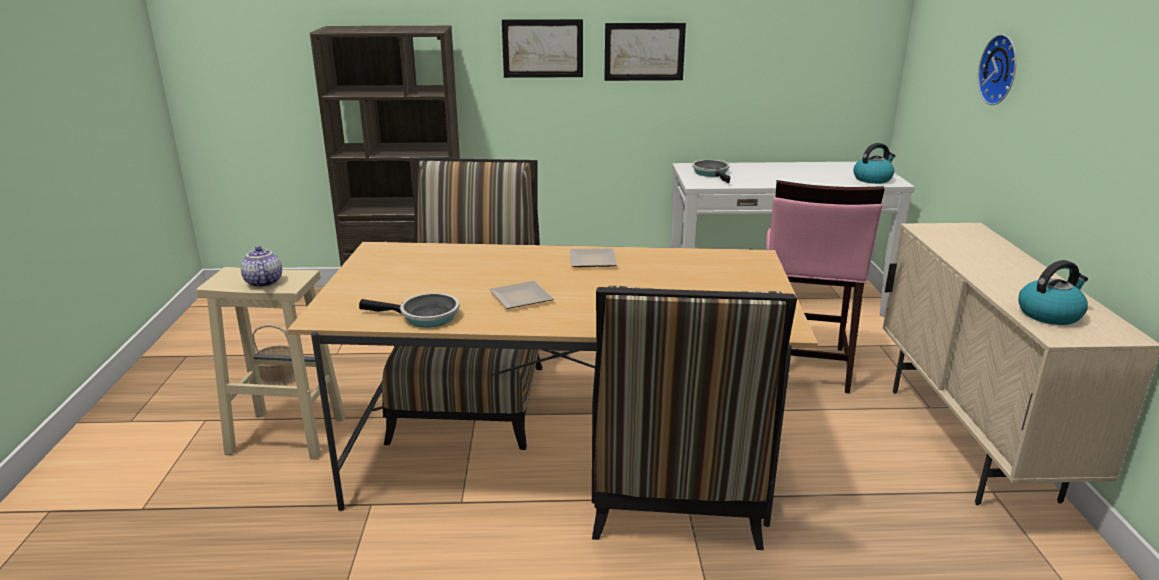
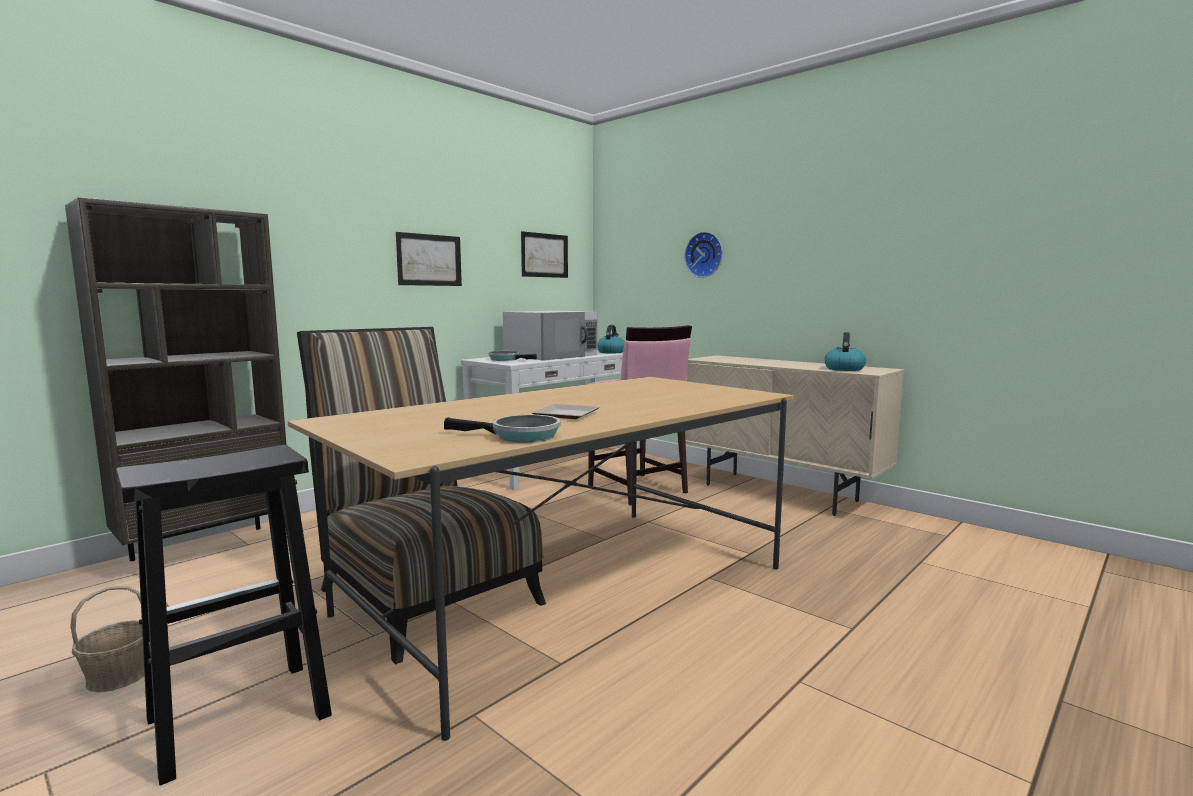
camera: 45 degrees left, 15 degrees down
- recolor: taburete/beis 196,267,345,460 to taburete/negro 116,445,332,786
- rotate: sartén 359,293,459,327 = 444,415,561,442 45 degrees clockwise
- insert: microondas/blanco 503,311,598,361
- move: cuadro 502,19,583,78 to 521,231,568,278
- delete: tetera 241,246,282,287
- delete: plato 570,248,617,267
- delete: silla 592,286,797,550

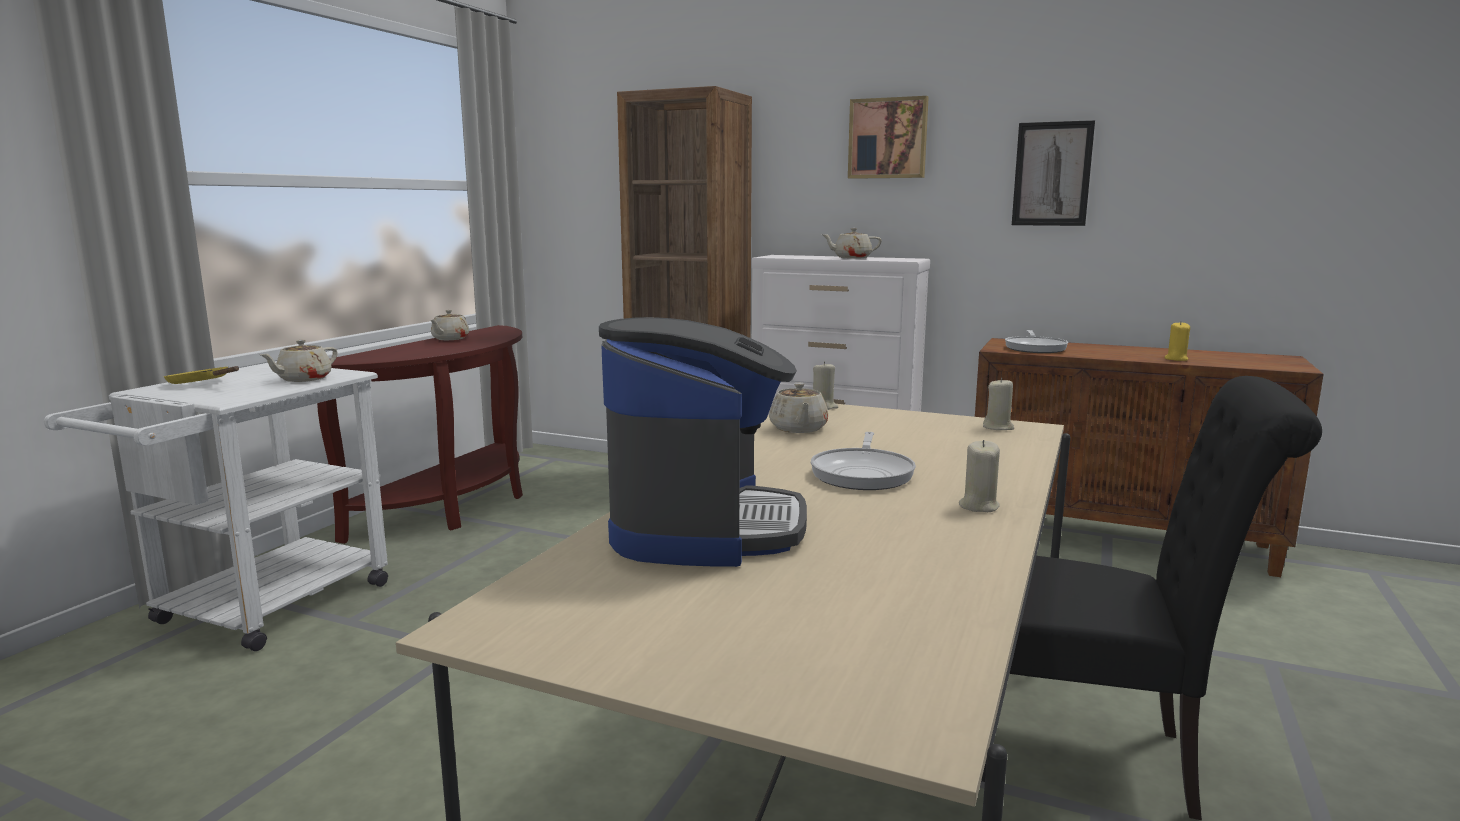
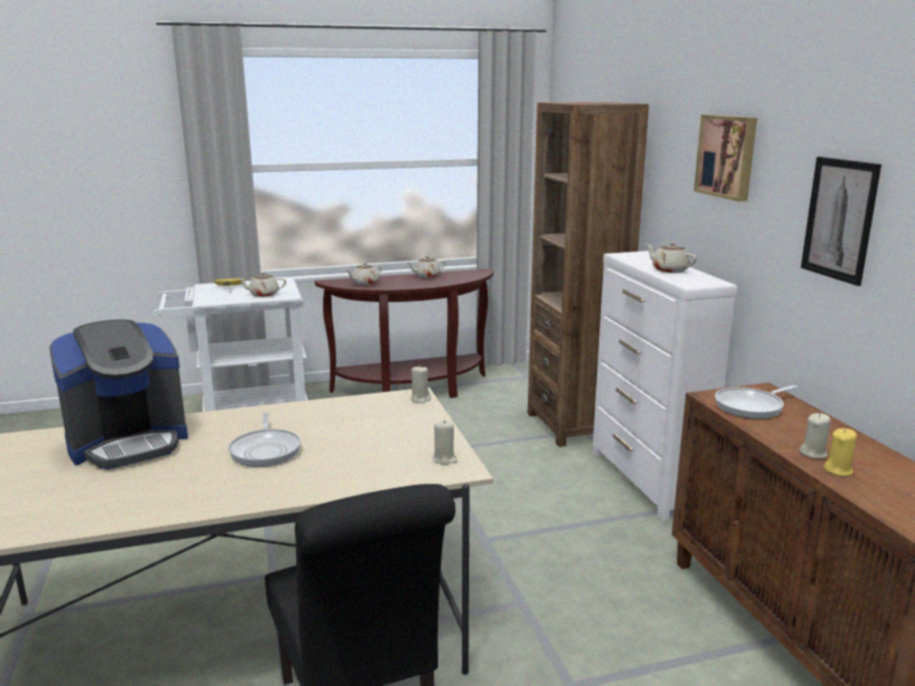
camera: 50 degrees right, 5 degrees up
- rotate: sartén 811,432,916,490 = 228,413,301,467 75 degrees counterclockwise
- move: tetera/beis 769,383,828,433 to 346,262,382,285
- move: vela/beis 959,440,1000,512 to 799,413,831,459

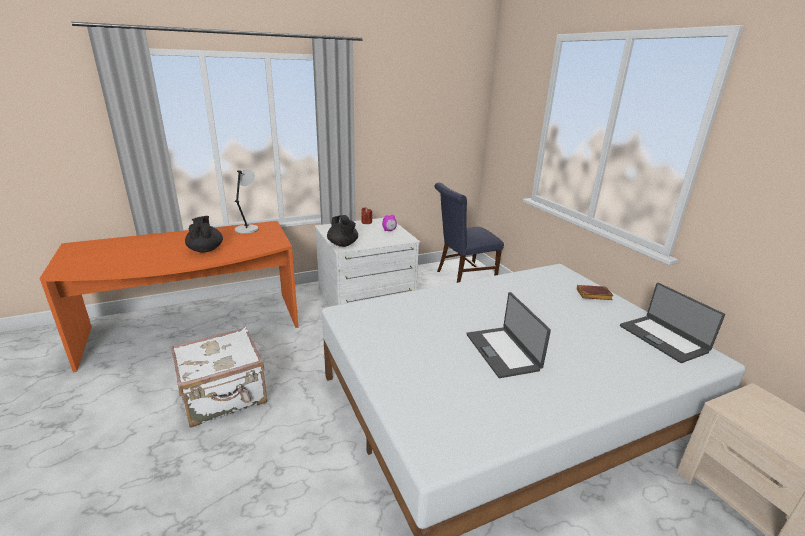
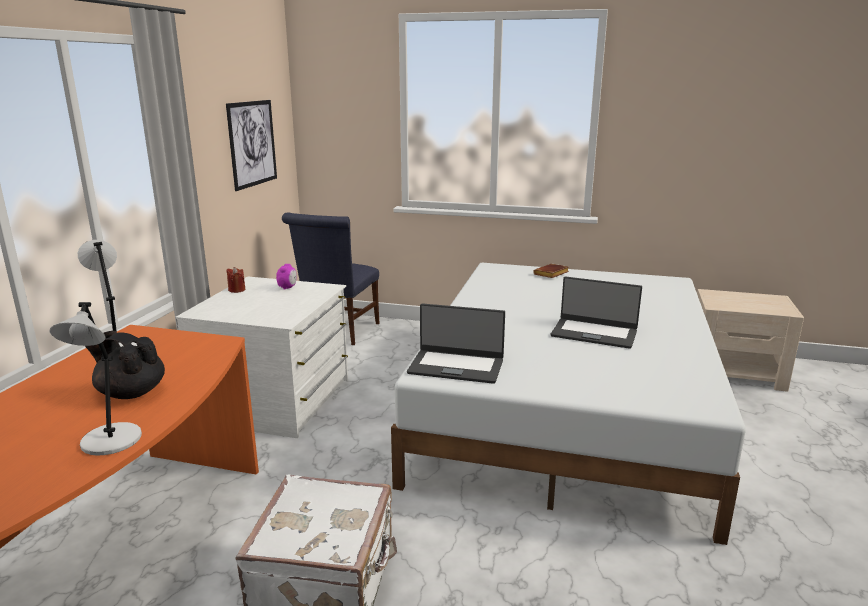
camera: 50 degrees left, 5 degrees down
- insert: lámpara de mesa/gris 49,302,142,456
- insert: cuadro 226,100,277,191
- move: portátil 620,283,725,363 to 407,303,505,384
- delete: tetera/negro 327,215,358,247

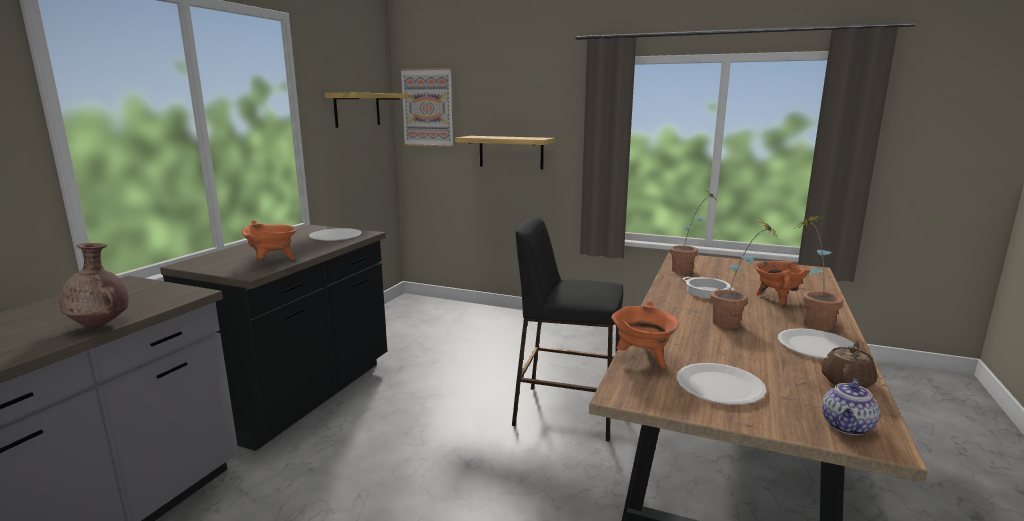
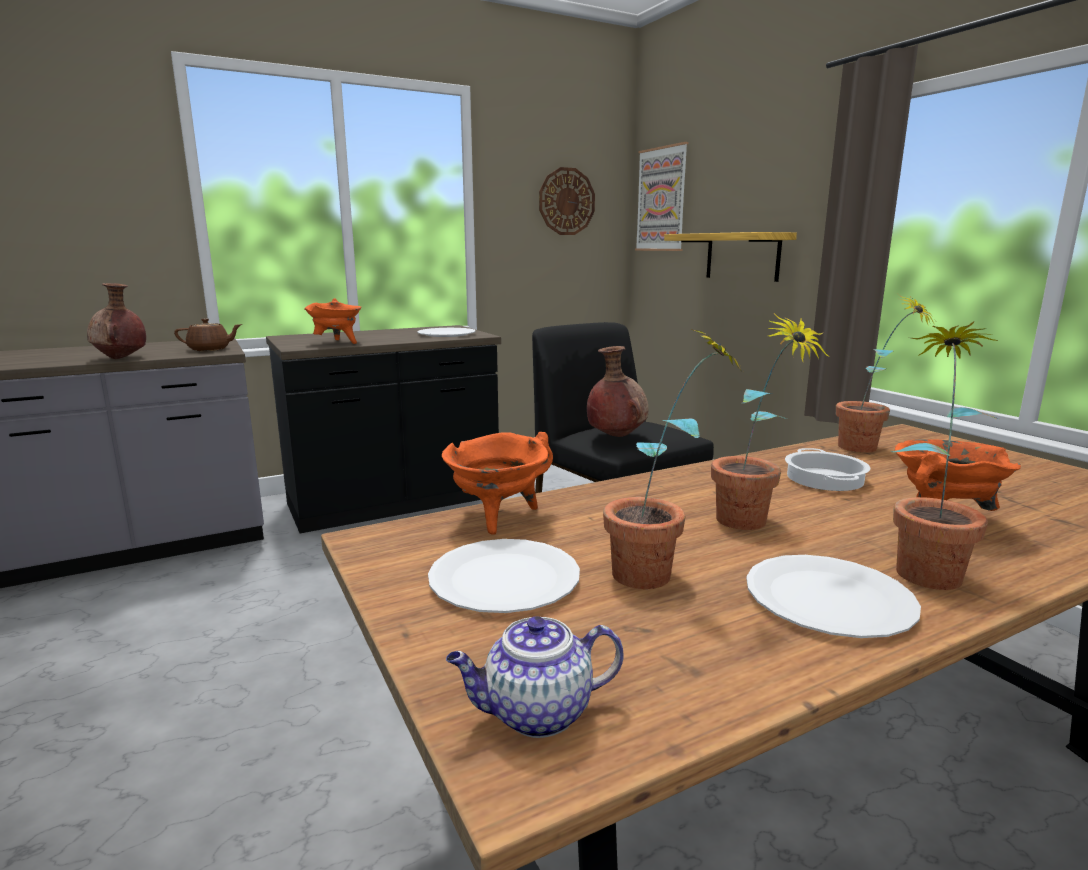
camera: 40 degrees right, 0 degrees up
- move: tetera/marrón 822,341,877,388 to 174,318,242,351
- replace: estante 325,93,412,128 to reloj de pared 539,167,595,235
- insert: florero/marrón 587,346,649,437
- insert: planta en maceta 603,330,746,589

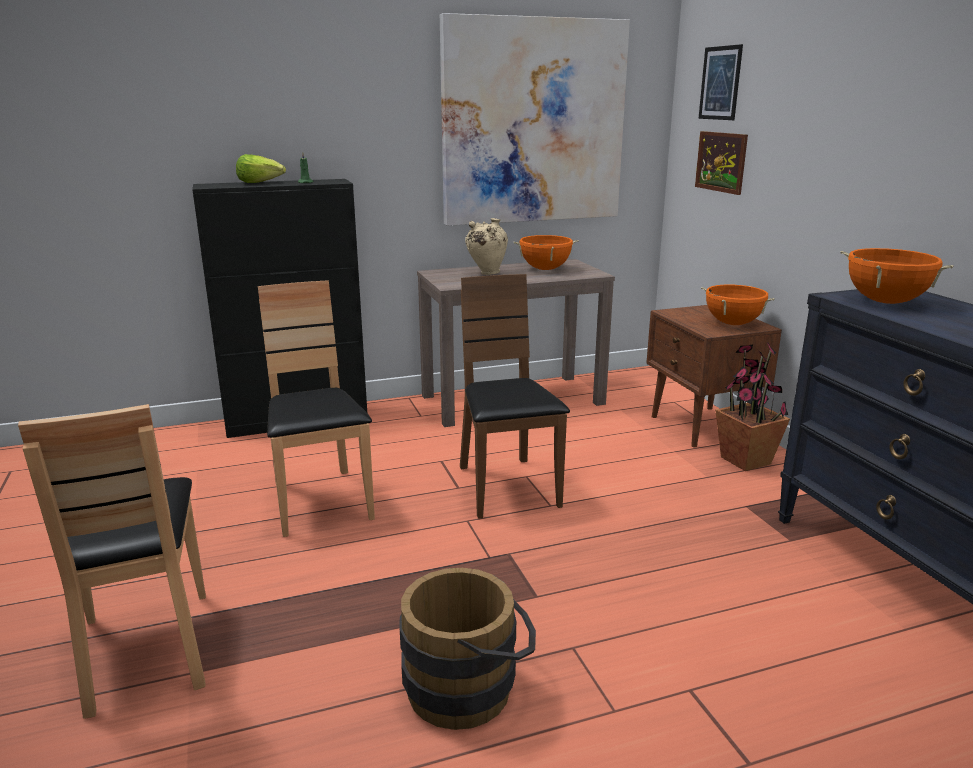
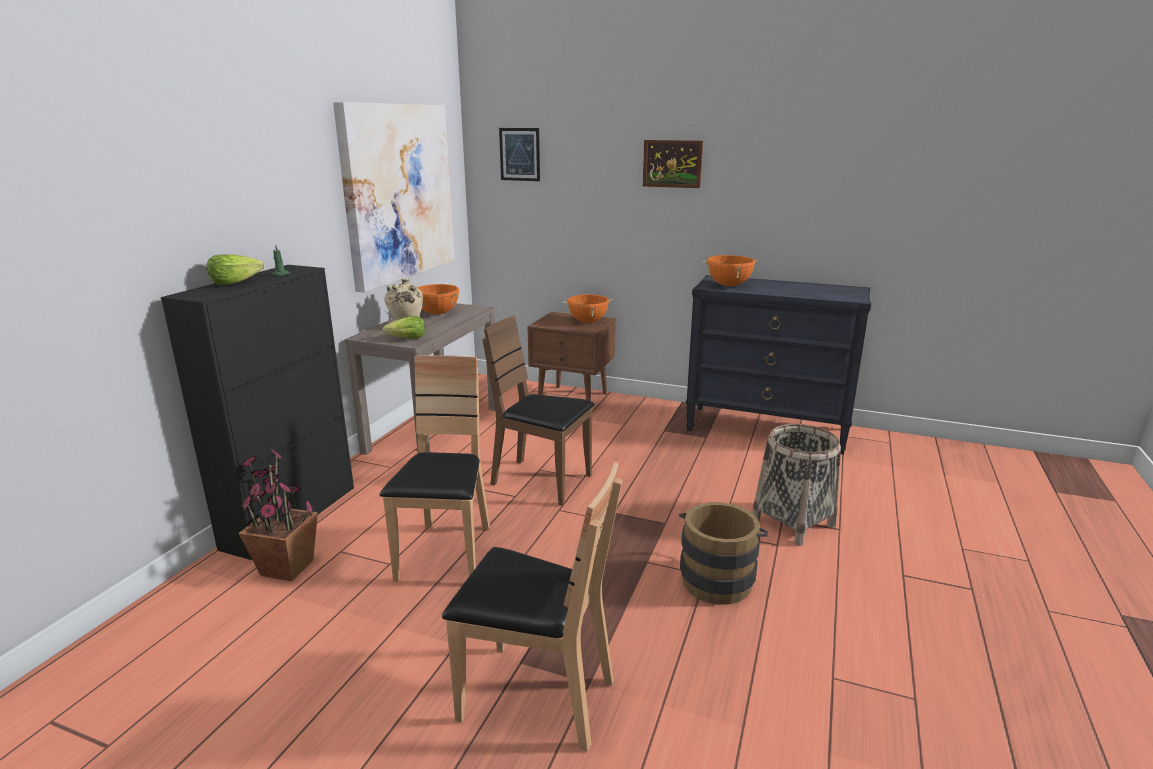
camera: 50 degrees left, 0 degrees up
- move: planta en maceta 715,343,790,471 to 238,448,318,581
- rotate: silla/marrón 258,280,375,537 = 380,355,490,582 75 degrees clockwise
- insert: lechuga 383,316,425,339
- move: cuadro 695,131,748,195 to 643,140,703,188
- insert: cesta 752,424,841,546

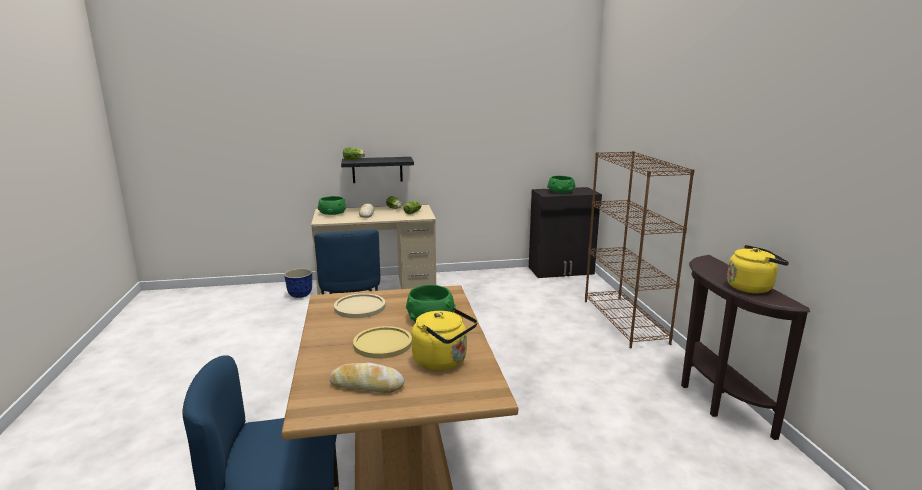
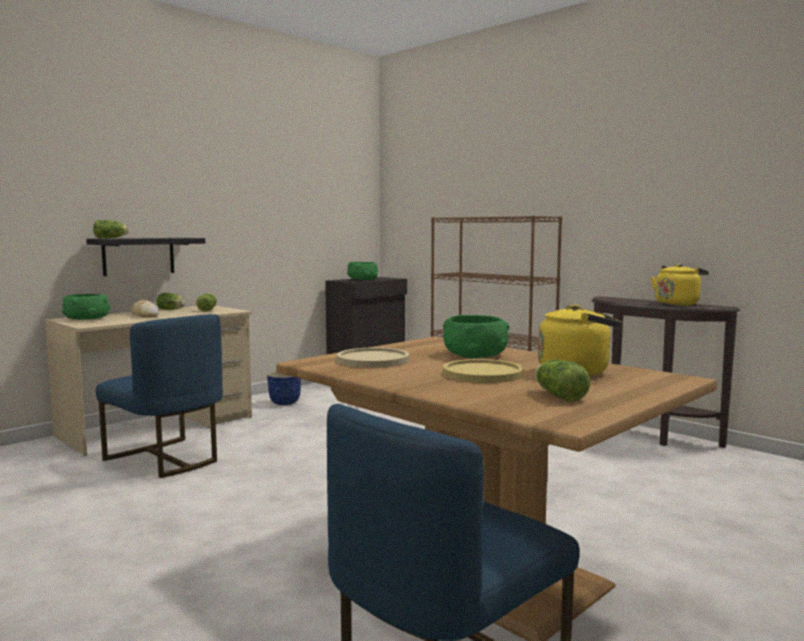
camera: 35 degrees left, 10 degrees down
- move: maceta 284,268,312,298 to 267,371,301,405
- replace: pan 329,363,404,393 to lechuga 535,359,590,402

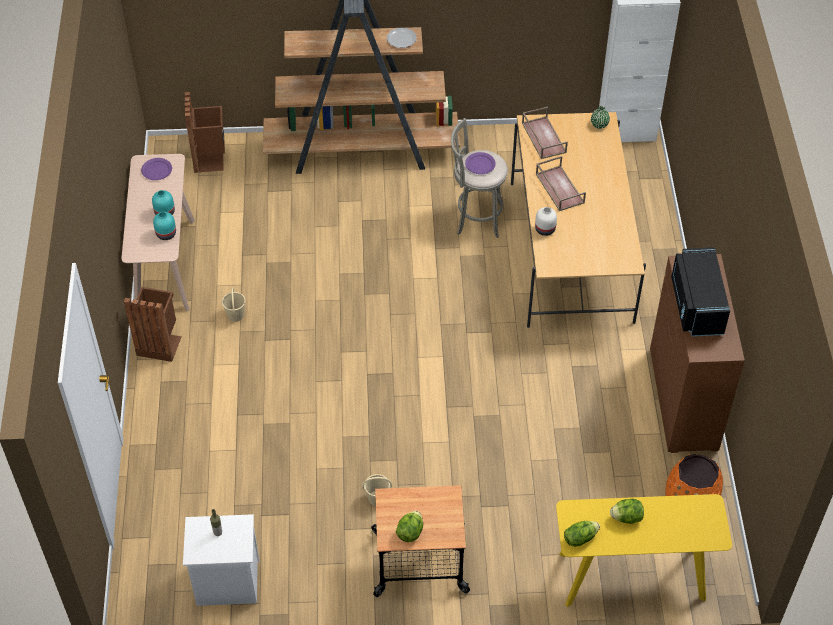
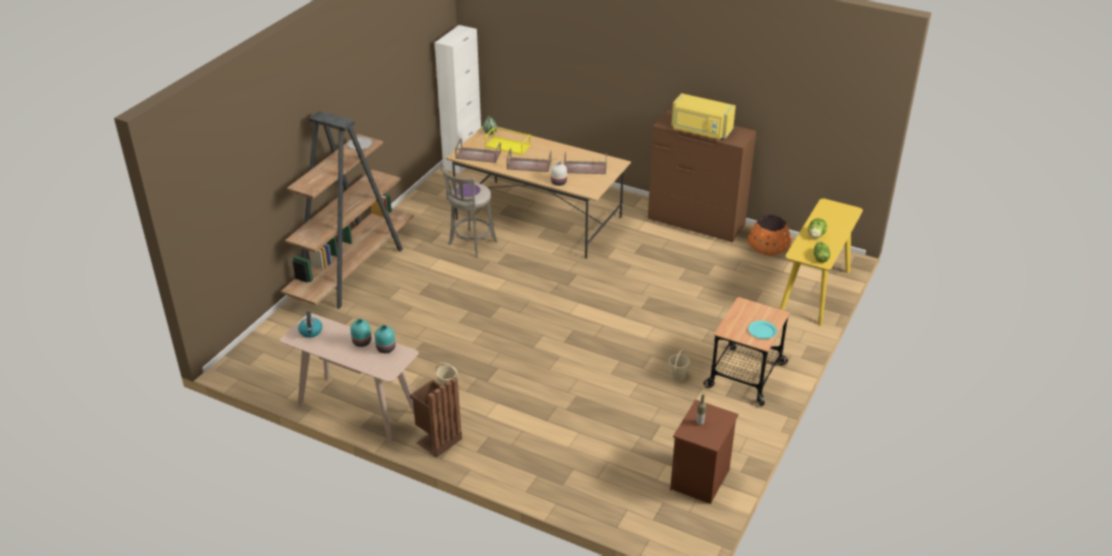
camera: 60 degrees left, 15 degrees down
- replace: plato/morado 141,158,172,180 to hervidor 298,312,323,338
- insert: bandeja/amarillo 485,127,531,155
- insert: bandeja/marrón 564,152,607,174
- recolor: mesita de noche/blanco 183,514,259,606 to mesita de noche/marrón 670,399,739,504
- recolor: microondas/negro 671,247,730,337 to microondas/amarillo 671,93,736,140
- replace: lechuga 396,511,423,542 to plato/turquesa 748,321,777,339
- delete: papelera/marrón 185,92,225,173

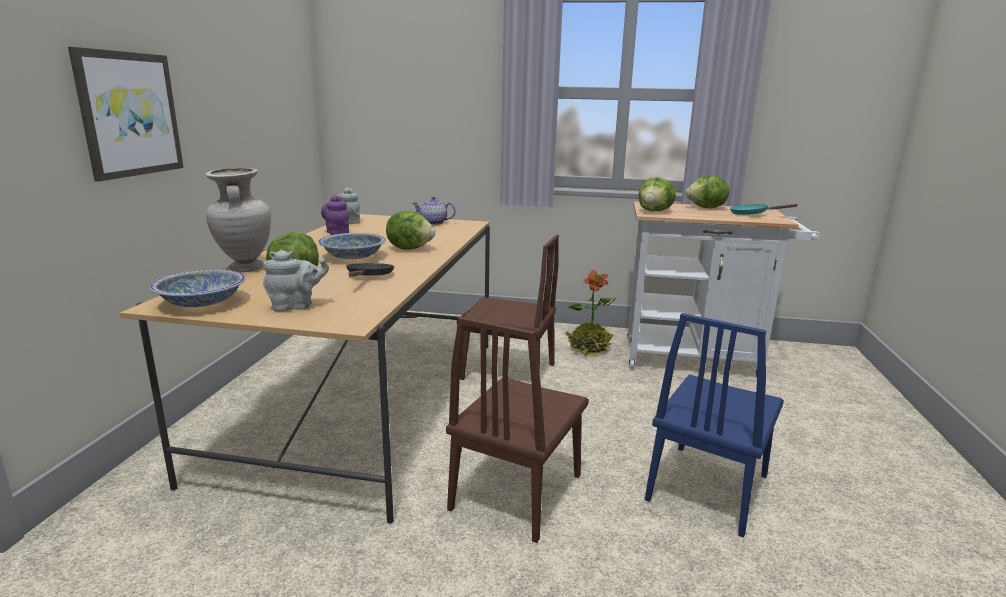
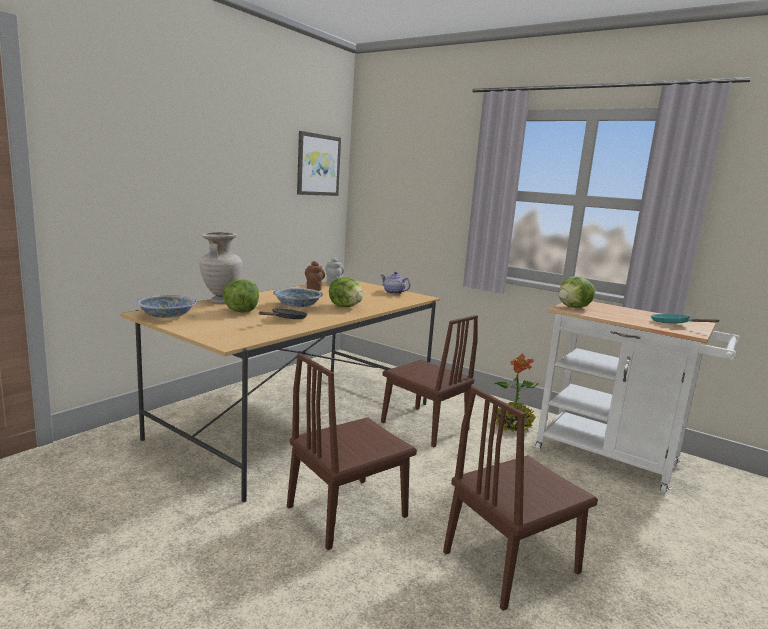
camera: 25 degrees right, 5 degrees down
- move: cuadro 68,47,184,181 to 297,131,341,196
- recolor: tetera/morado 321,195,349,235 to tetera/marrón 305,261,325,291
- recolor: silla/azul 645,313,784,537 to silla/marrón 443,386,598,611
- delete: tetera/gris 263,250,329,312
- delete: lechuga 686,176,729,208

